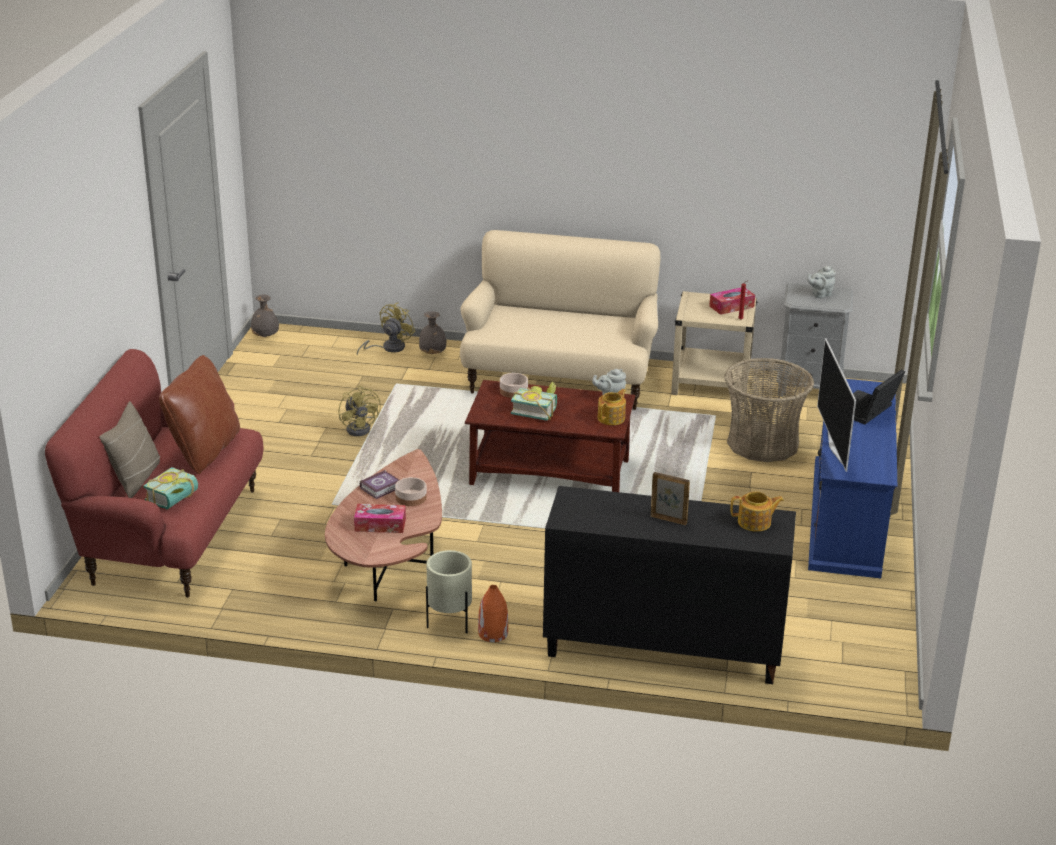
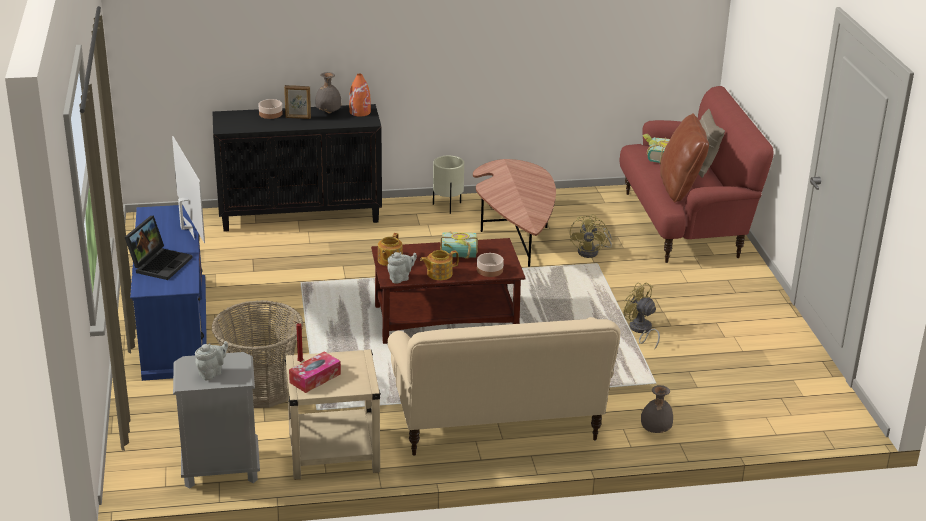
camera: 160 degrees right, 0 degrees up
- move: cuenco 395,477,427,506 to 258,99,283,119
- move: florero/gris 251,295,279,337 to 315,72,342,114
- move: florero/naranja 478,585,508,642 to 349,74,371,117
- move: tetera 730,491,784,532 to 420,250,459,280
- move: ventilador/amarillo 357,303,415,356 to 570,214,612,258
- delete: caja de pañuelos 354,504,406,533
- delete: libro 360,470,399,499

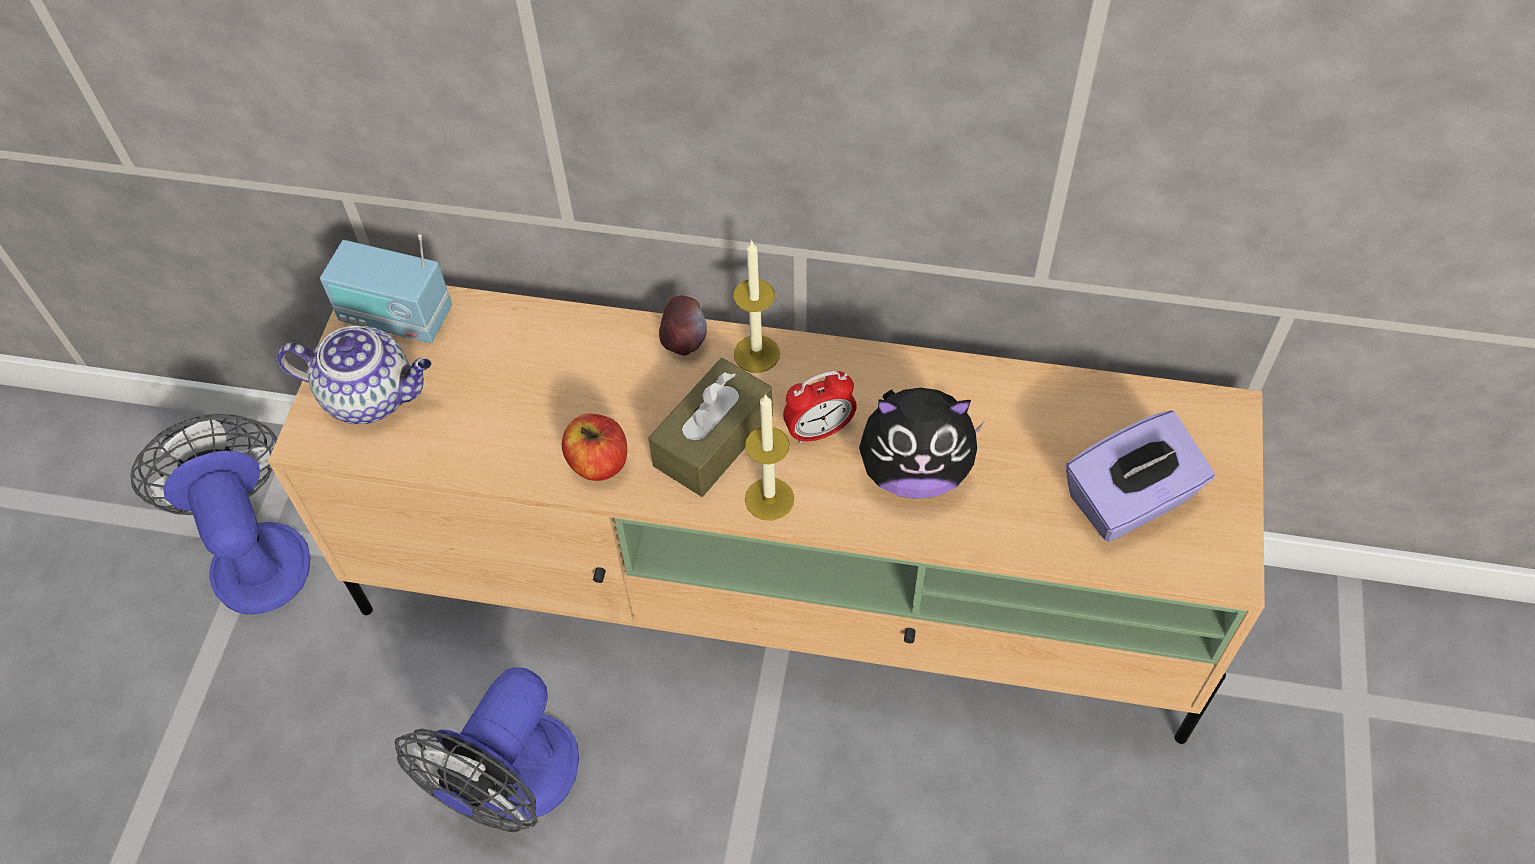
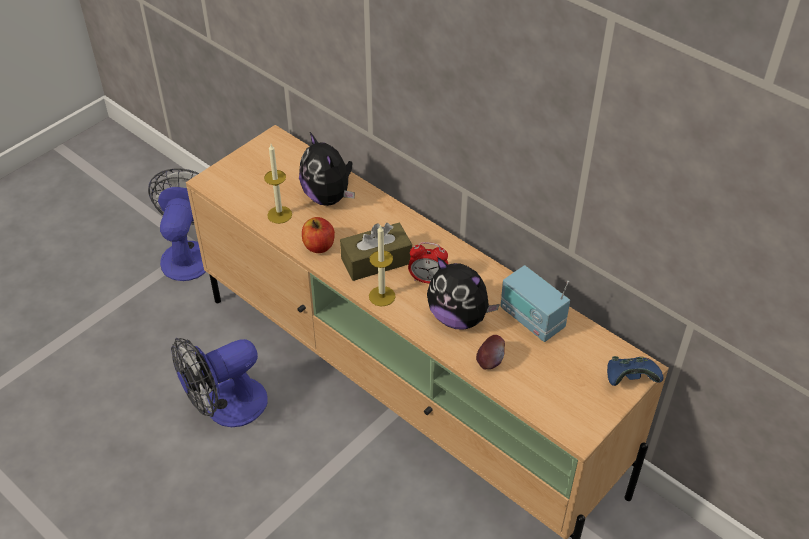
camera: 30 degrees right, 10 degrees down
- move: vela 733,239,780,373 to 264,144,292,224
- insert: peluche 299,132,355,206
- move: manzana 659,296,707,356 to 476,335,505,370
- move: radio 320,234,452,343 to 501,265,570,342
- insert: mando de consola/azul 607,356,663,386
- delete: tetera 277,326,432,424
- delete: caja de pañuelos/morado 1066,410,1215,542

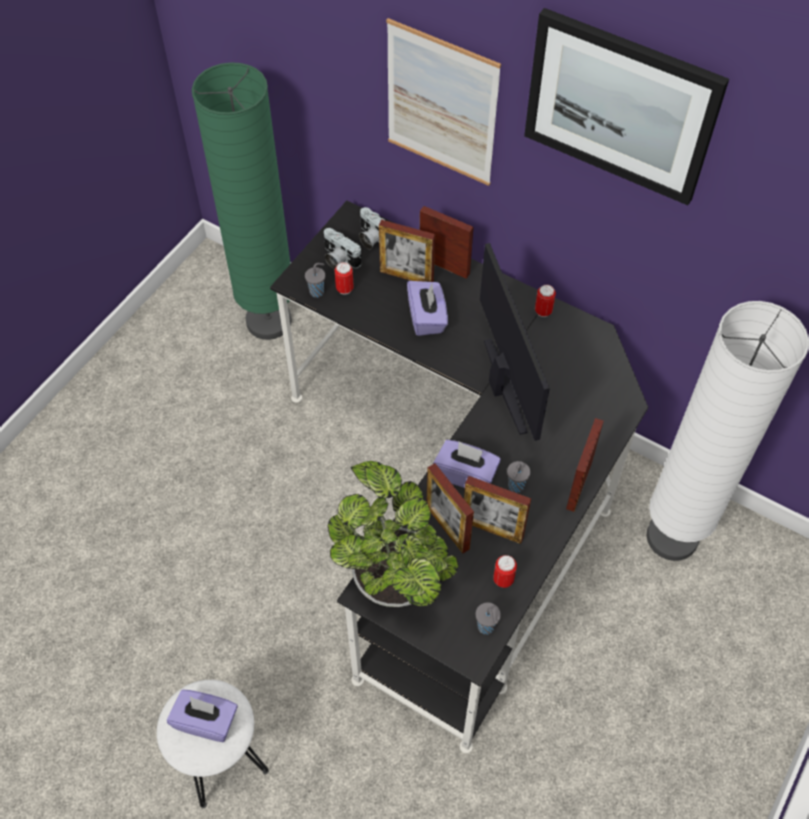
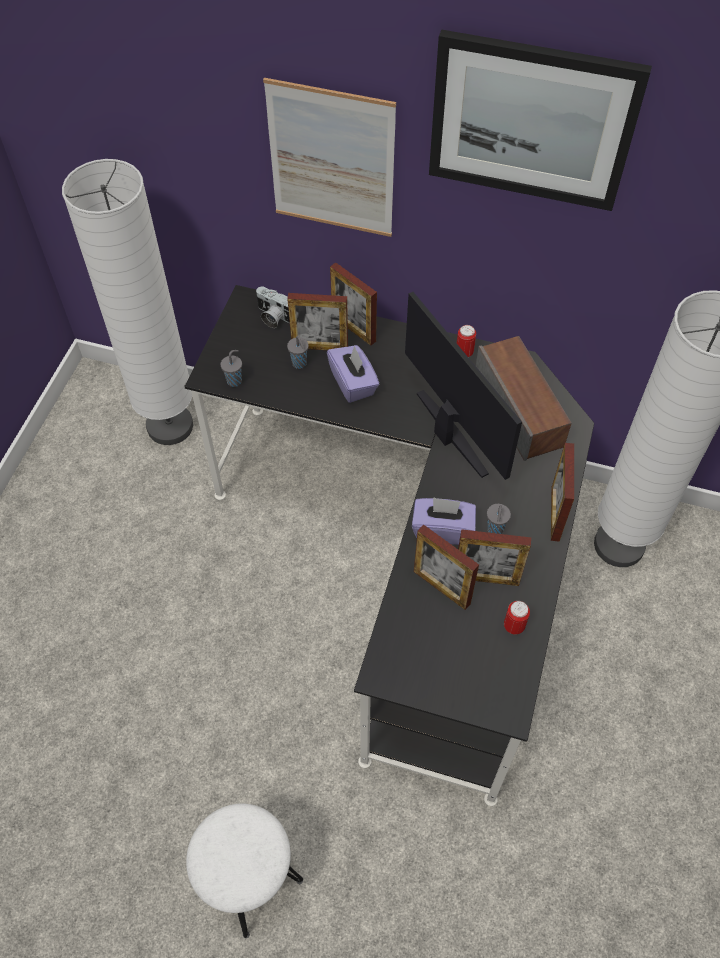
camera: 15 degrees left, 0 degrees up
- recolor: lámpara de pie/verde 192,62,292,340 to lámpara de pie/blanco 62,159,193,445
- move: taza/gris 476,603,501,634 to 287,336,309,369
- rotate: portarretratos 420,206,474,279 = 330,263,377,346 150 degrees counterclockwise
- insert: altavoz 476,336,572,461
- delete: caja de pañuelos/morado 167,689,238,742
- delete: cámara 324,228,362,270
- delete: planta en maceta 328,461,459,607
- delete: lata 335,262,354,295

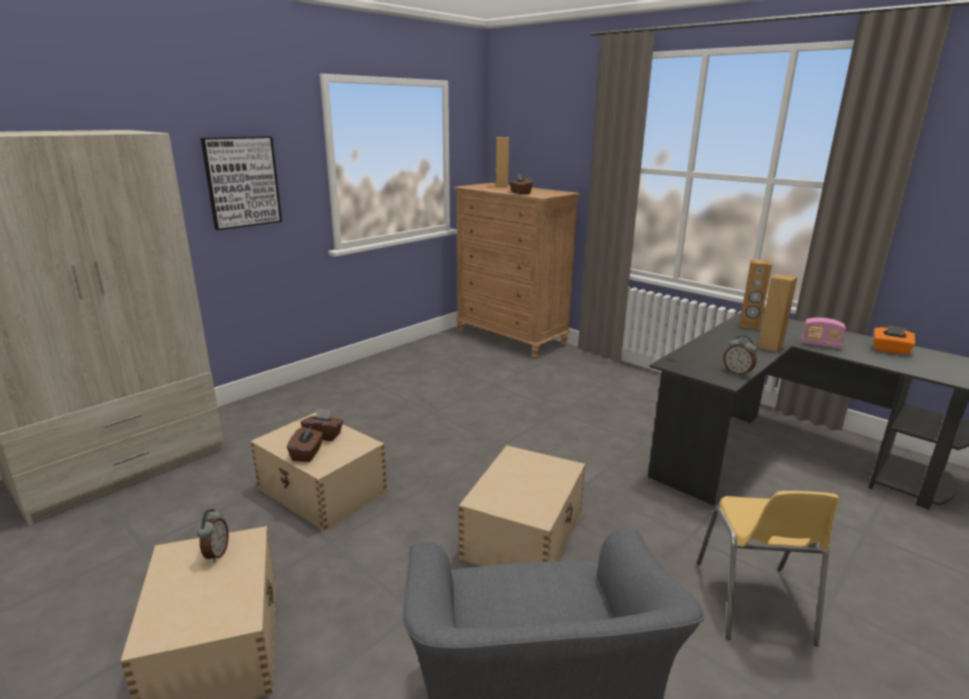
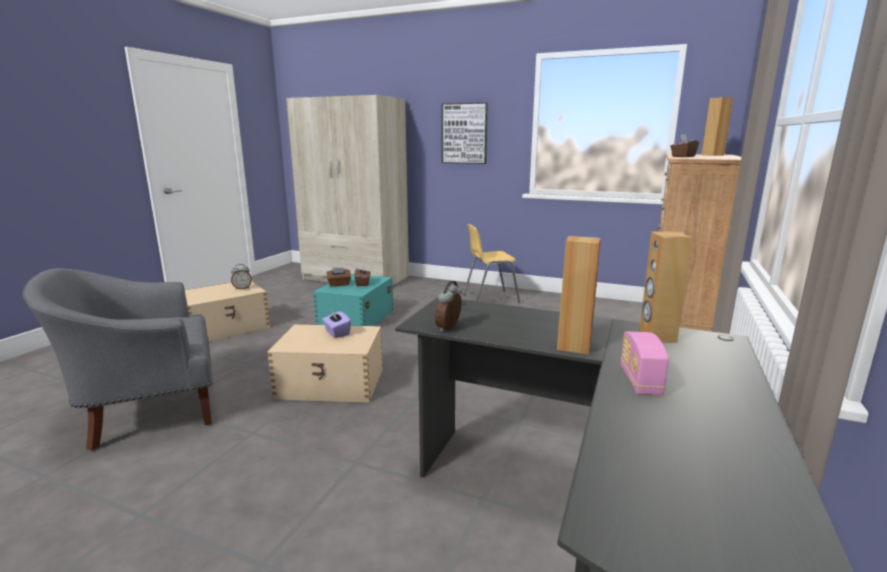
camera: 70 degrees right, 5 degrees down
- recolor: caja de almacenaje/beis 250,412,387,531 to caja de almacenaje/turquesa 313,274,393,326
- insert: caja de pañuelos/morado 322,310,351,338
- move: silla/amarillo 697,491,840,647 to 464,224,520,303
- delete: caja de pañuelos/naranja 874,325,915,355

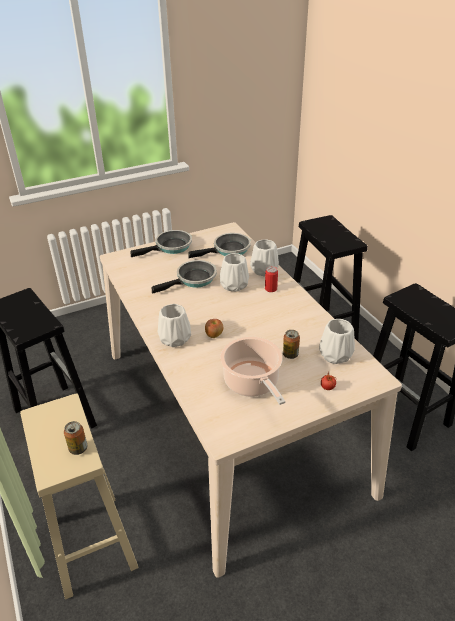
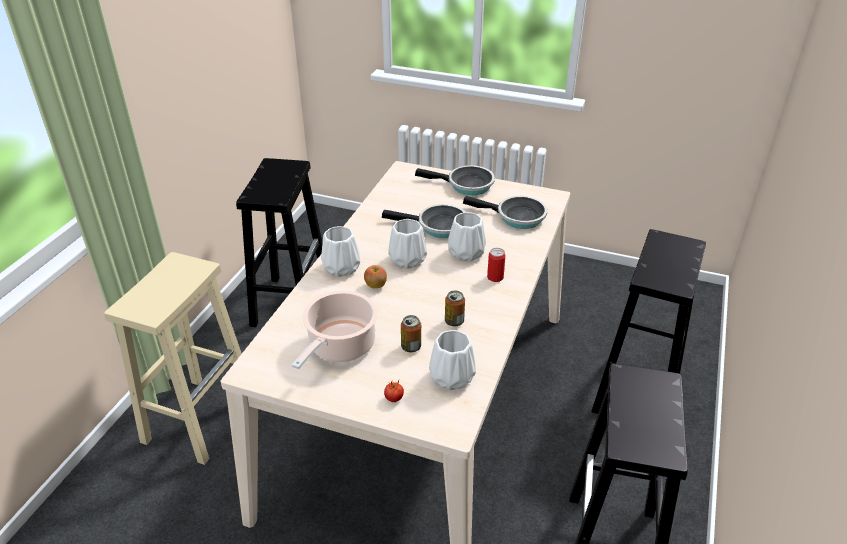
camera: 45 degrees right, 0 degrees up
- move: florero/blanco 250,239,279,277 to 388,219,427,269
- move: lata 64,421,87,455 to 445,290,465,326

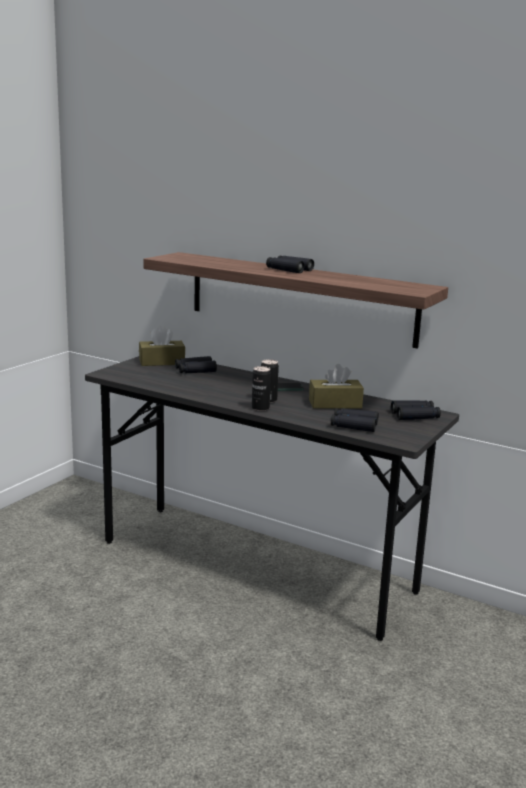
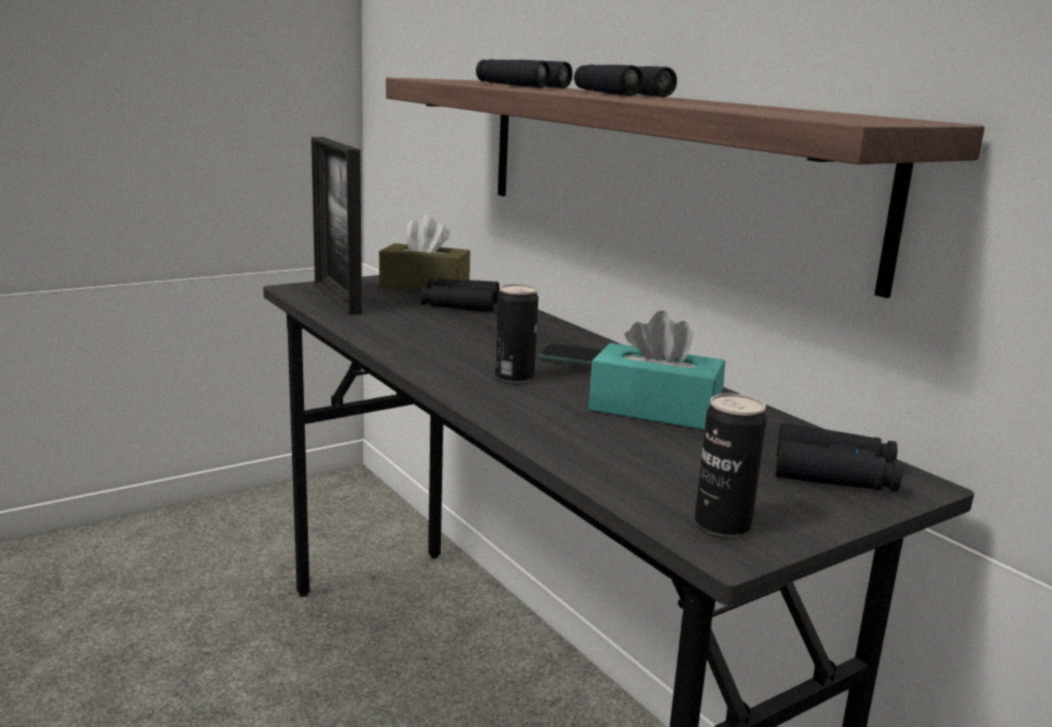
camera: 25 degrees right, 0 degrees up
- insert: portarretratos 311,137,362,315
- move: prismáticos/negro 331,408,379,432 to 476,59,573,88
- recolor: caja de pañuelos/marrón 309,364,364,409 to caja de pañuelos/turquesa 589,310,725,430
- move: lata 252,366,271,411 to 695,393,767,537

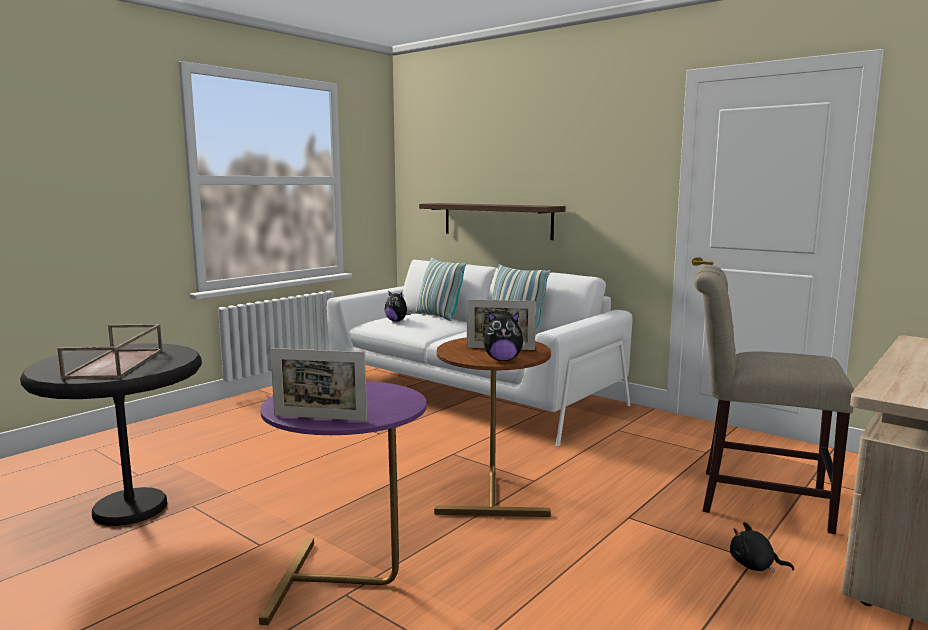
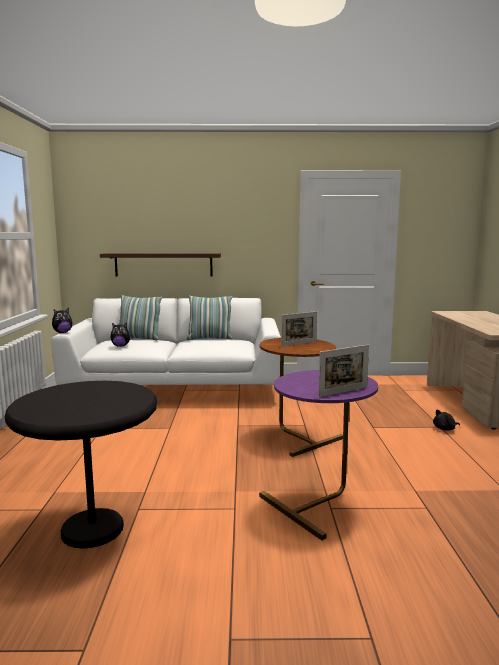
camera: 40 degrees left, 0 degrees up
- move: peluche 483,312,526,361 to 52,308,72,333
- delete: bandeja/marrón 57,324,163,379
- delete: silla/beis 694,264,854,534

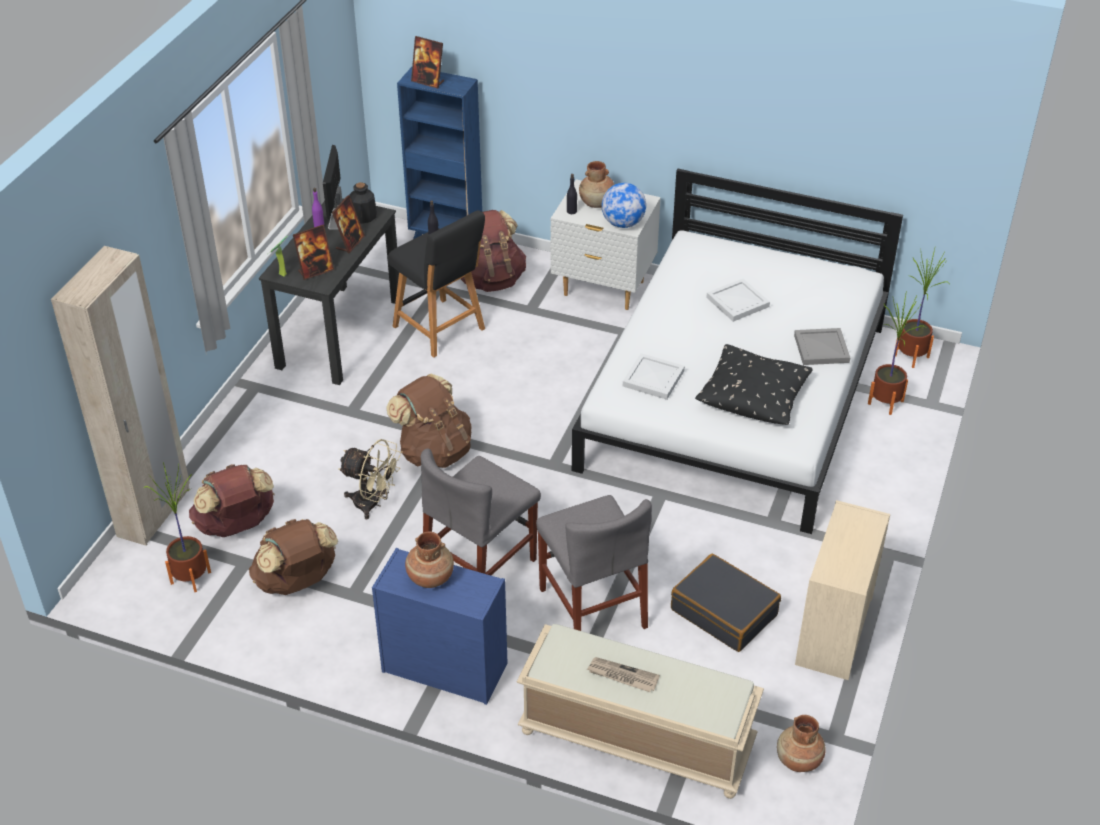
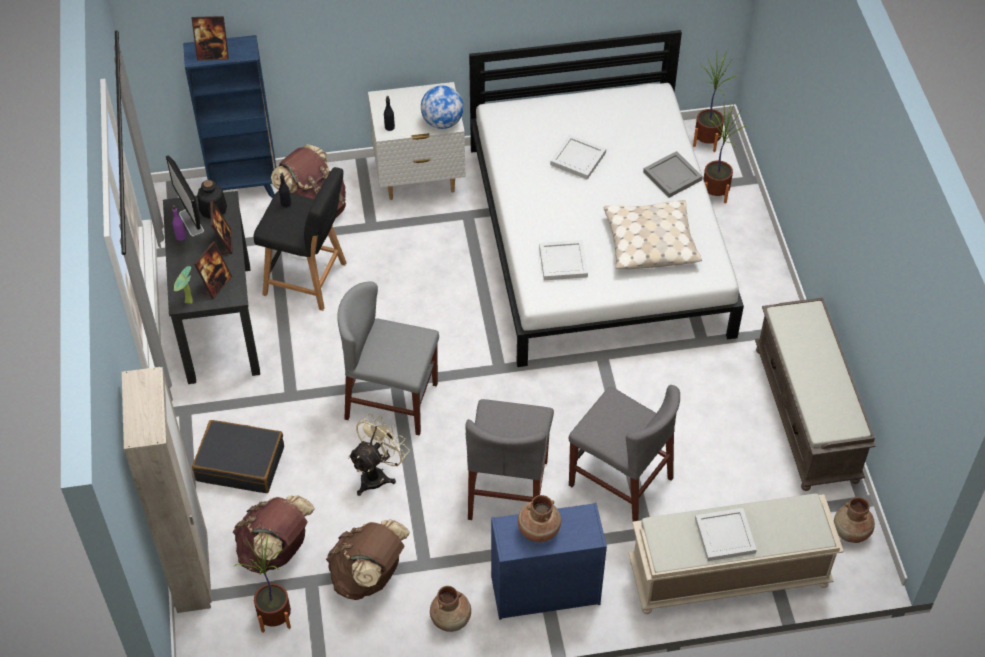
camera: 30 degrees left, 10 degrees up
- move: maleta/negro 671,554,781,652 to 192,420,284,493
- replace: mochila/marrón 386,373,472,468 to silla/gris 337,281,439,435
- rotate: ventilador/beis 339,439,401,520 = 348,414,409,496 45 degrees counterclockwise
- move: florero/marrón 579,161,615,208 to 430,586,471,632
- recolor: cojín/negro 695,344,813,425 to cojín/beis 604,200,702,269
- replace: periódico 587,657,660,692 to bandeja/blanco 695,508,757,561
- replace: cómoda/beis 795,500,890,680 to banco/marrón 755,297,876,491

